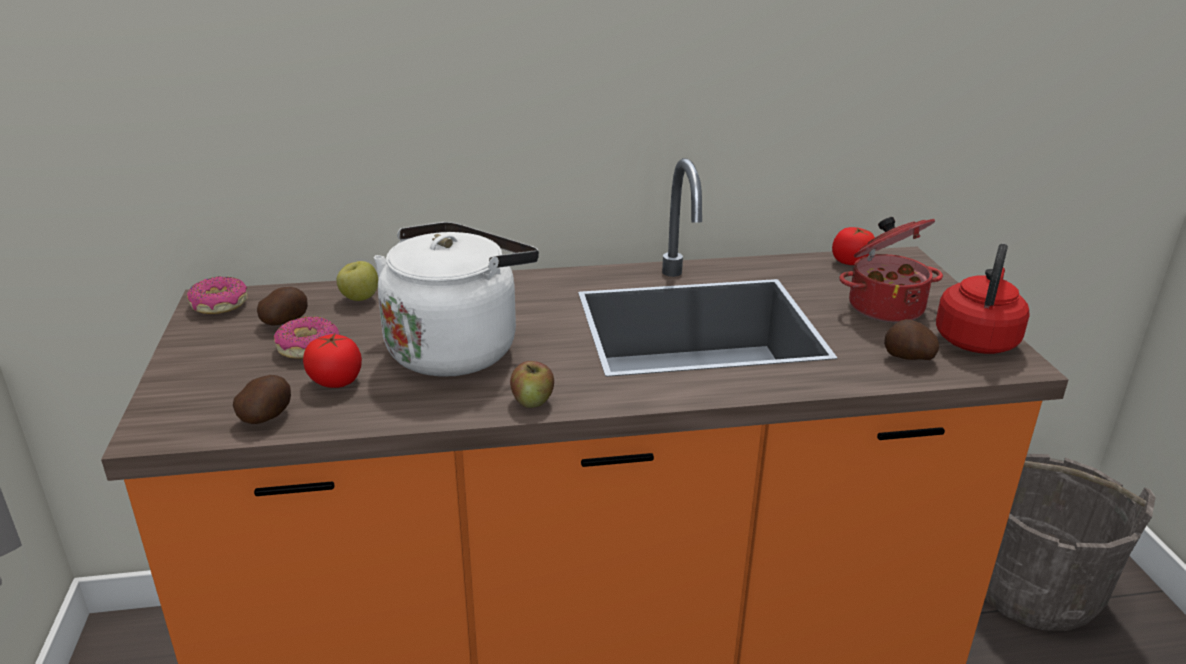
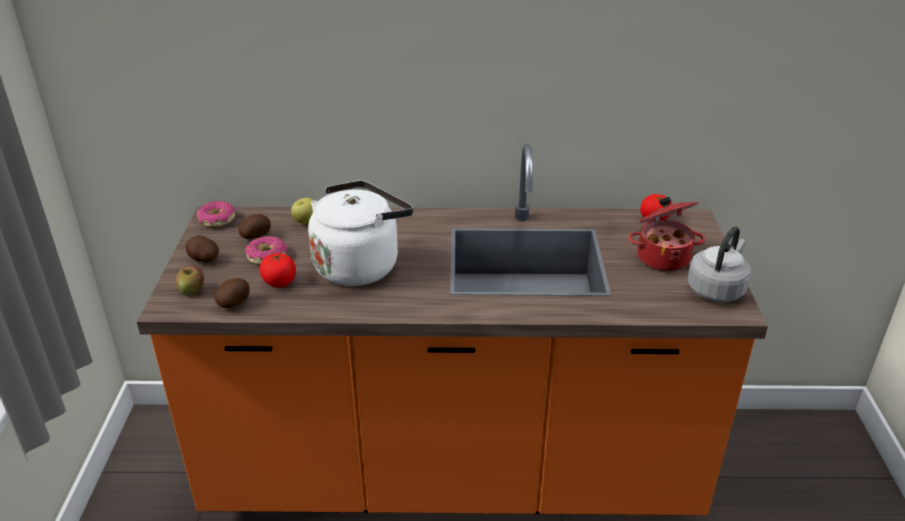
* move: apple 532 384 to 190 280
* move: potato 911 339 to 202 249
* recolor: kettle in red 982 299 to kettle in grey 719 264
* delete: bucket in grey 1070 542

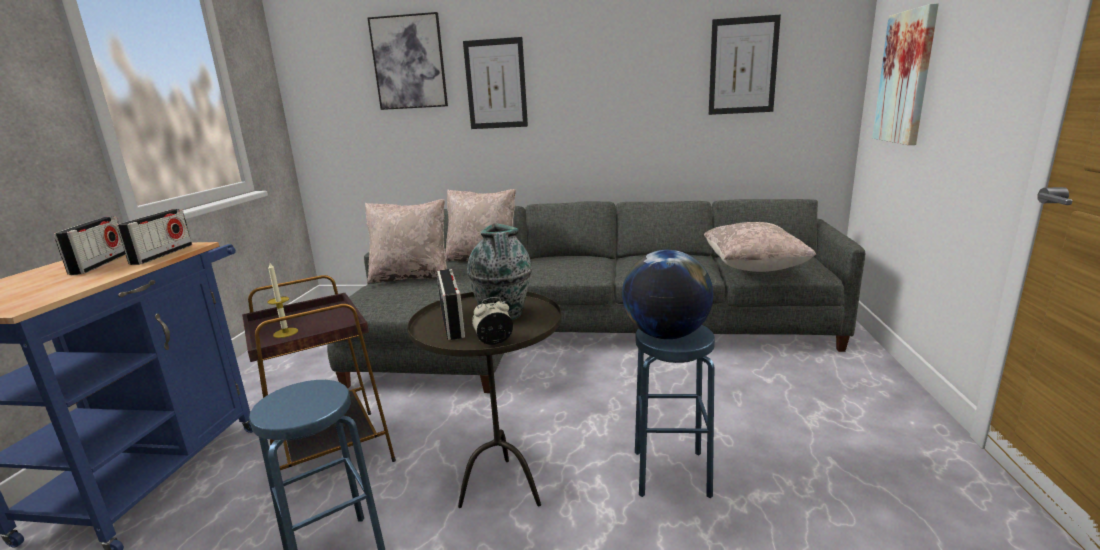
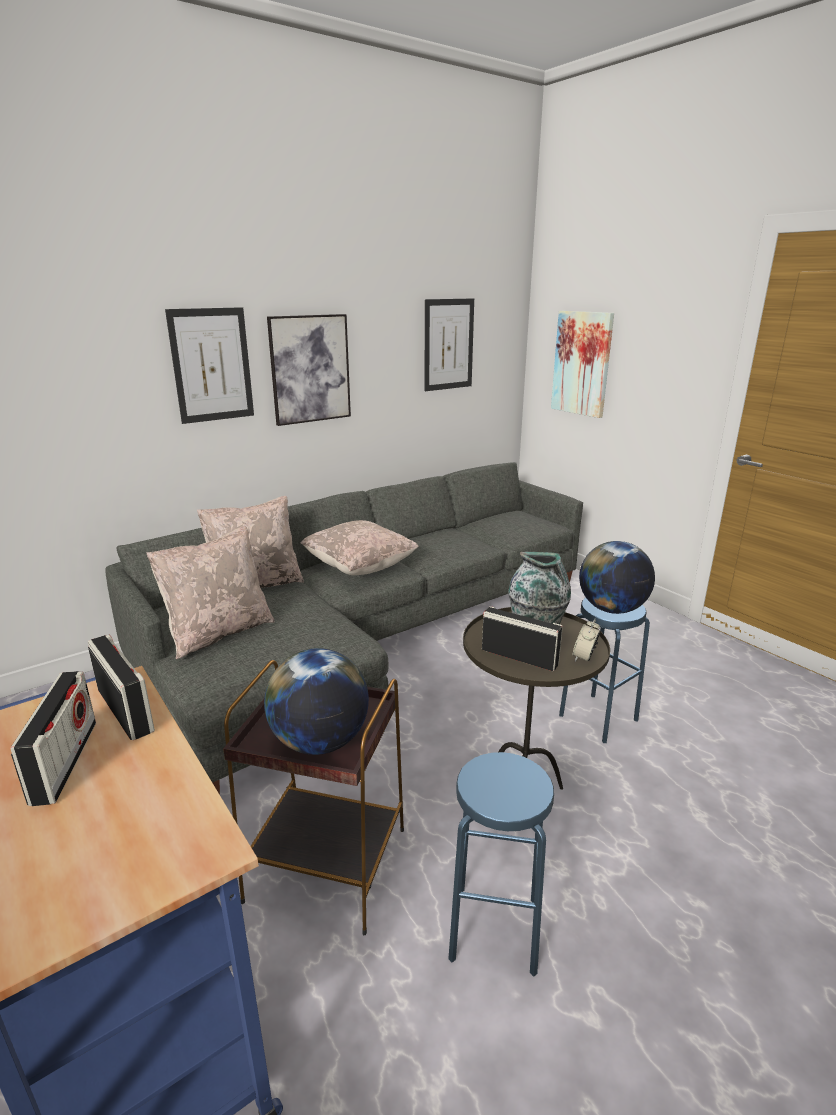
* rotate: radio 89 245 = 53 738 45 degrees clockwise
* replace: candle 282 300 to globe 316 701
* move: picture 407 61 to 309 370
* move: pillow in beige 760 247 to 359 547

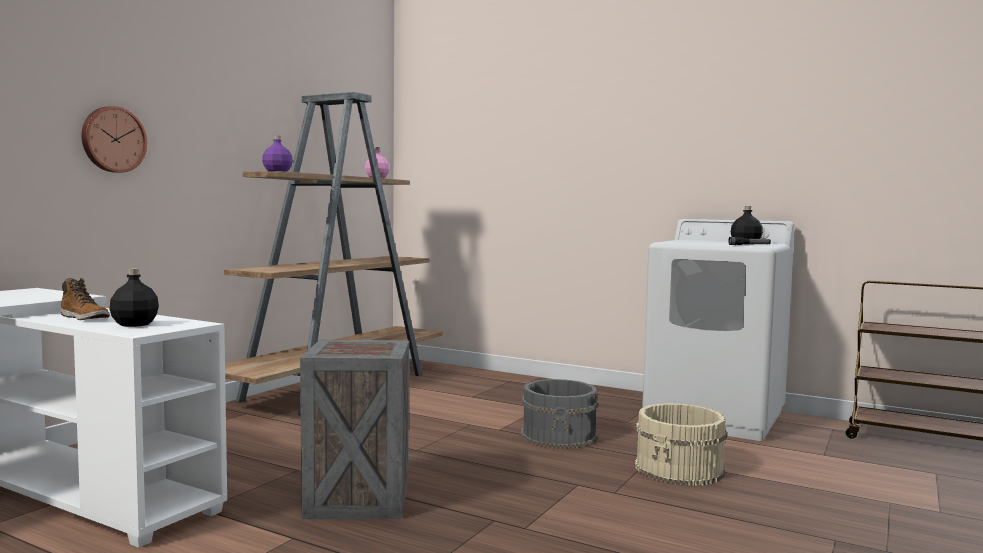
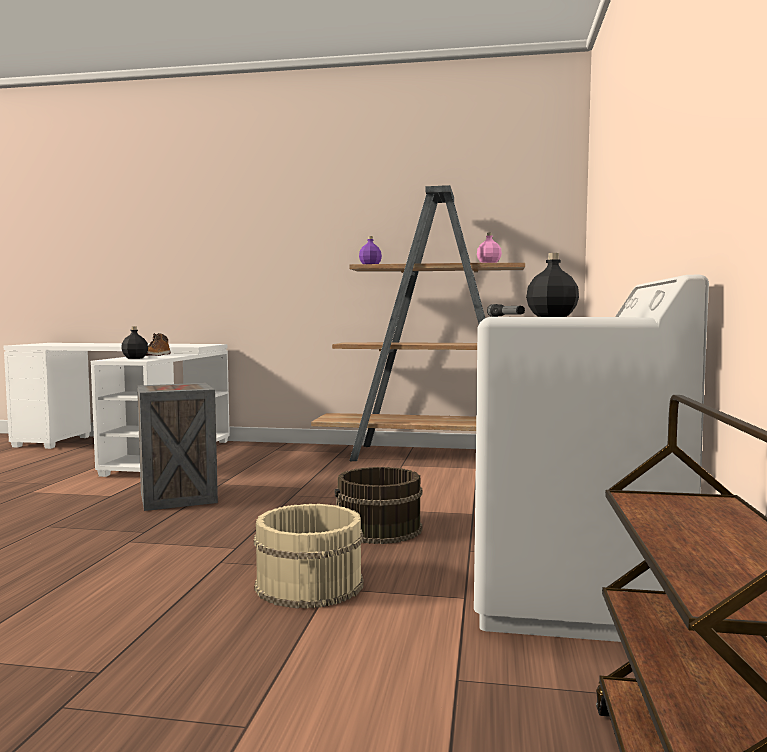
* recolor: bucket in grey 559 414 to bucket in brown 378 505
* delete: wall clock 114 139

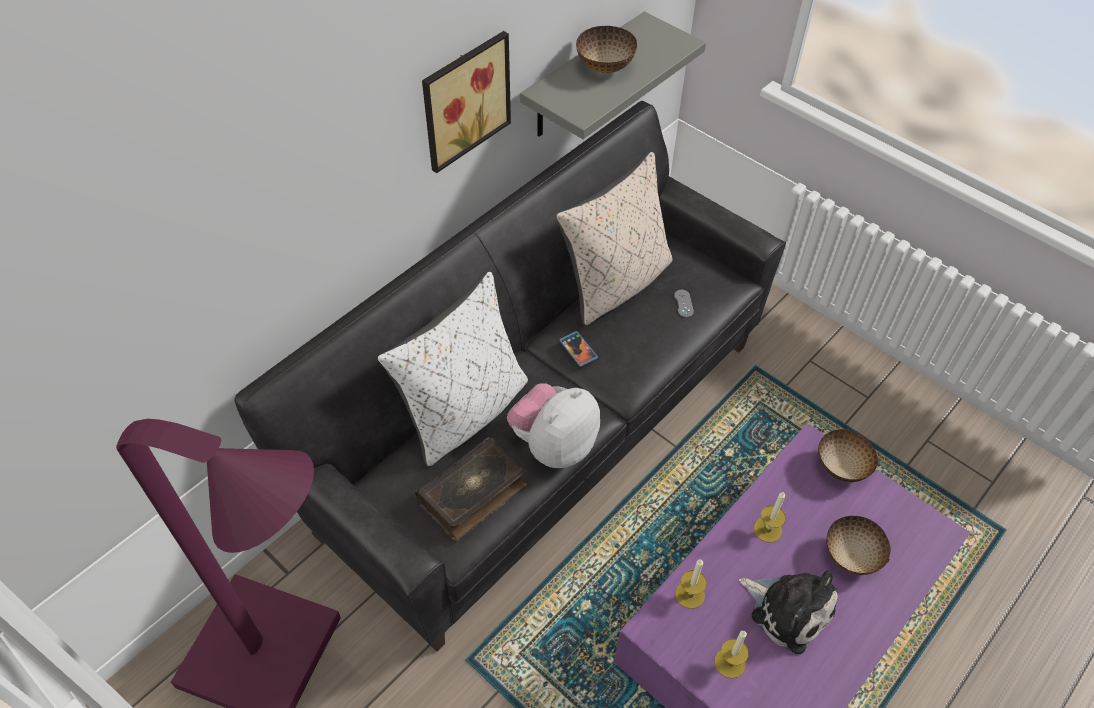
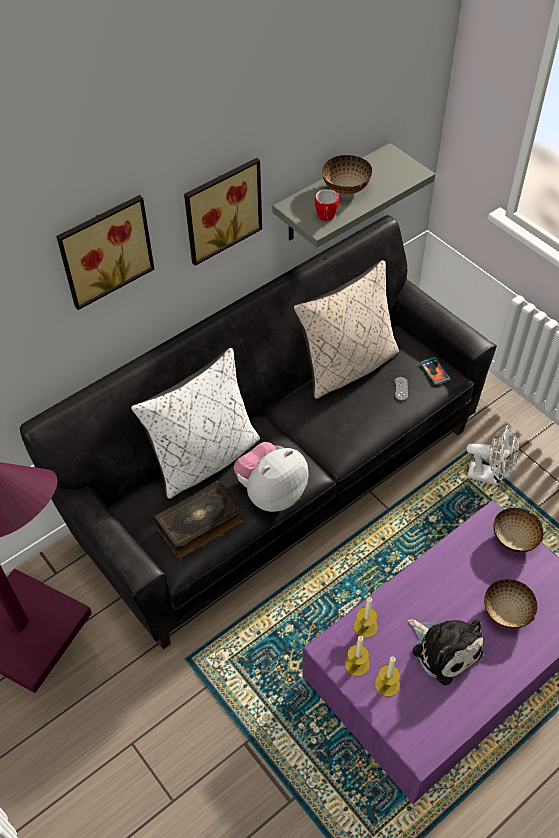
* insert: picture 105 252
* insert: mug 327 205
* move: candle 770 517 to 357 656
* move: phone 578 349 to 435 371
* insert: fan in white 492 455

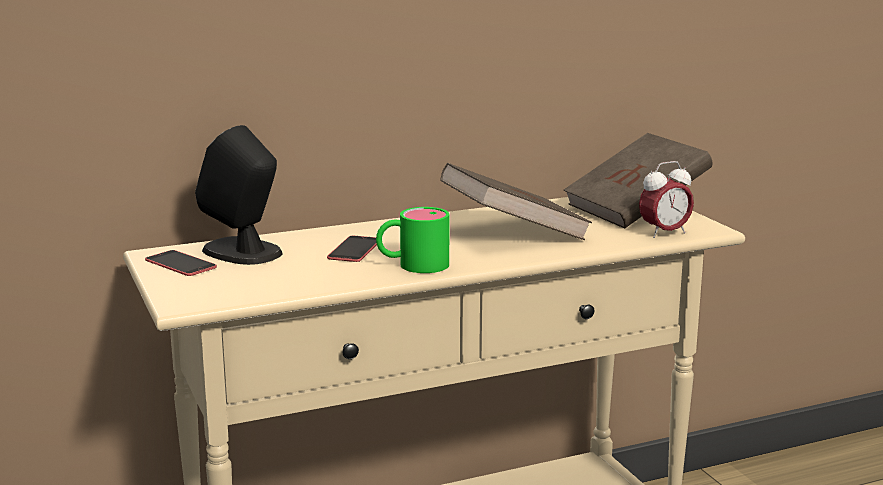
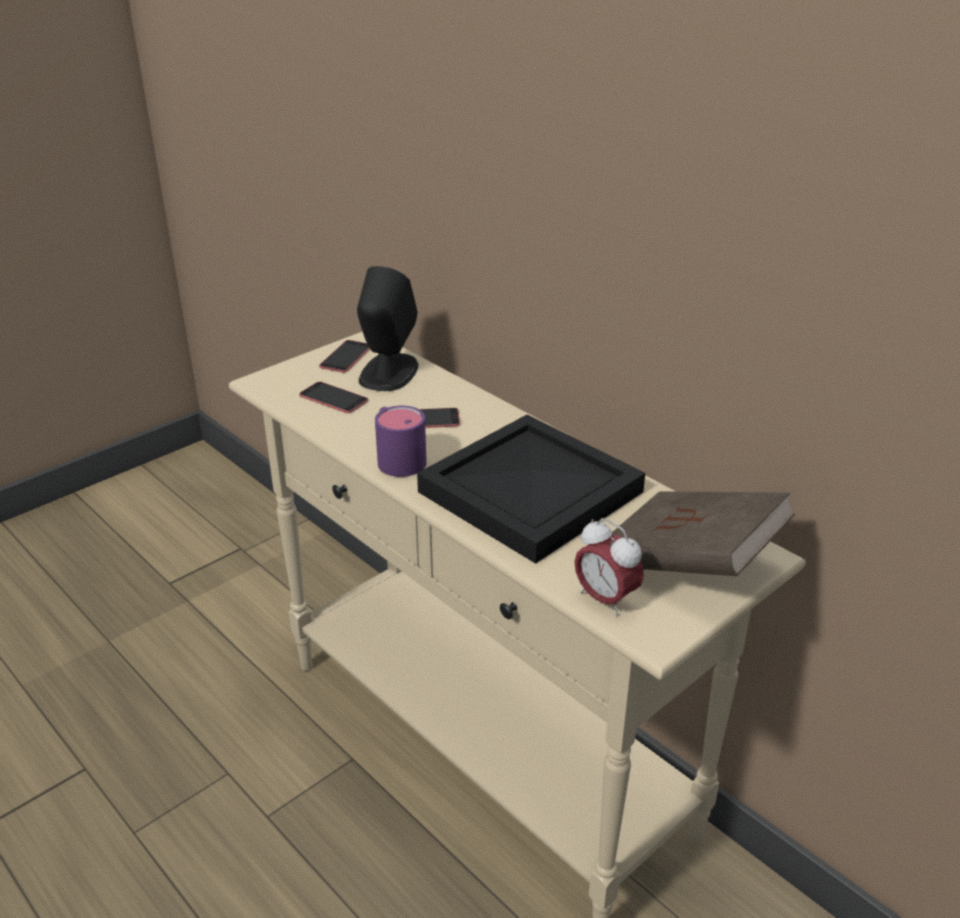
* insert: phone 333 397
* recolor: mug in green 412 240 to mug in purple 401 441
* replace: book in brown 516 201 to tray in black 531 489

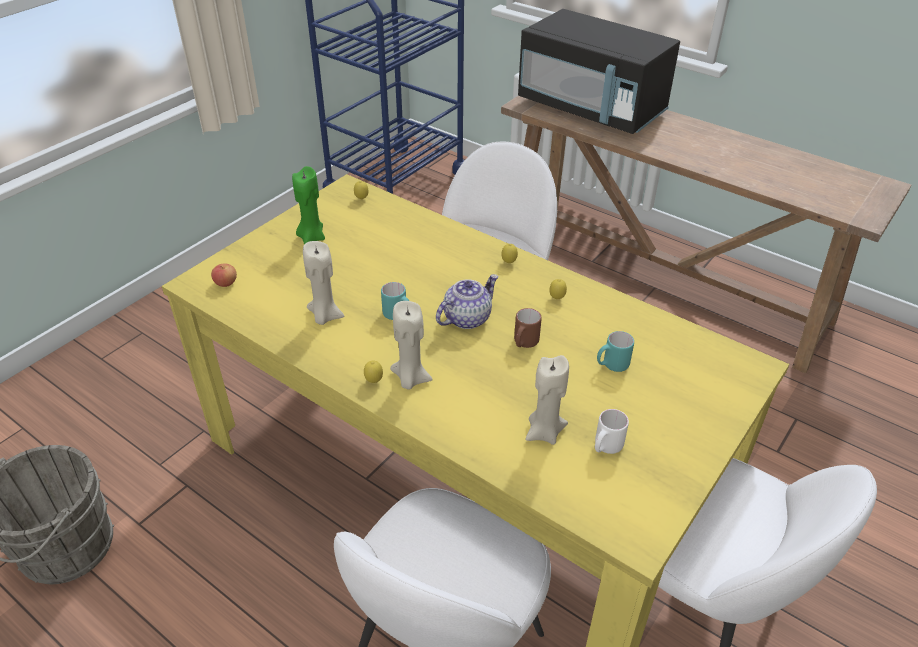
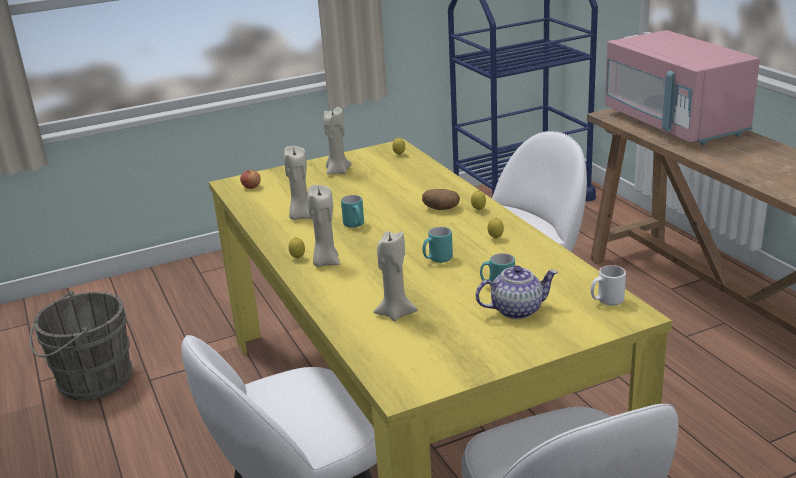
* recolor: candle in green 308 205 to candle in beige 337 141
* insert: potato 441 199
* recolor: mug in brown 528 328 to mug in turquoise 437 245
* move: teapot 467 301 to 517 292
* move: mug in white 612 431 to 608 285
* recolor: microwave in black 599 71 to microwave in pink 682 87

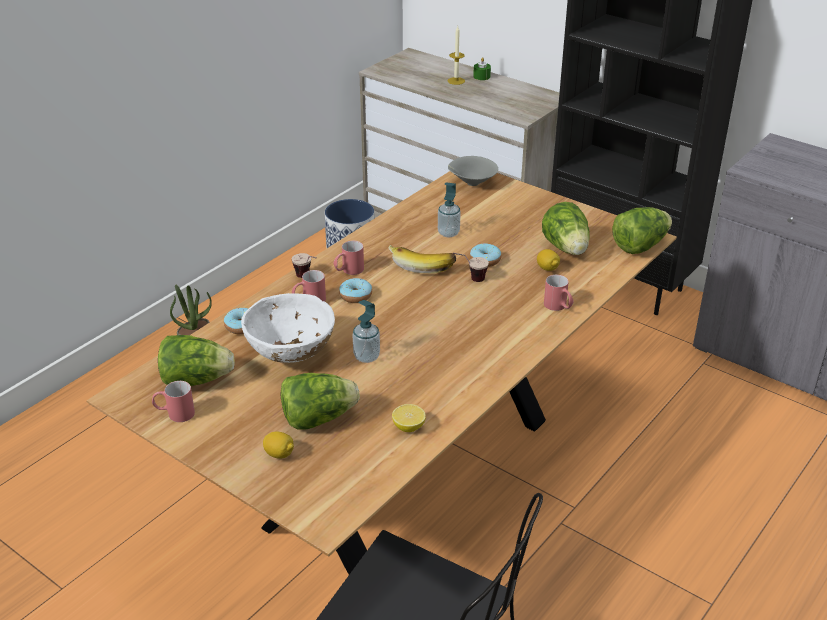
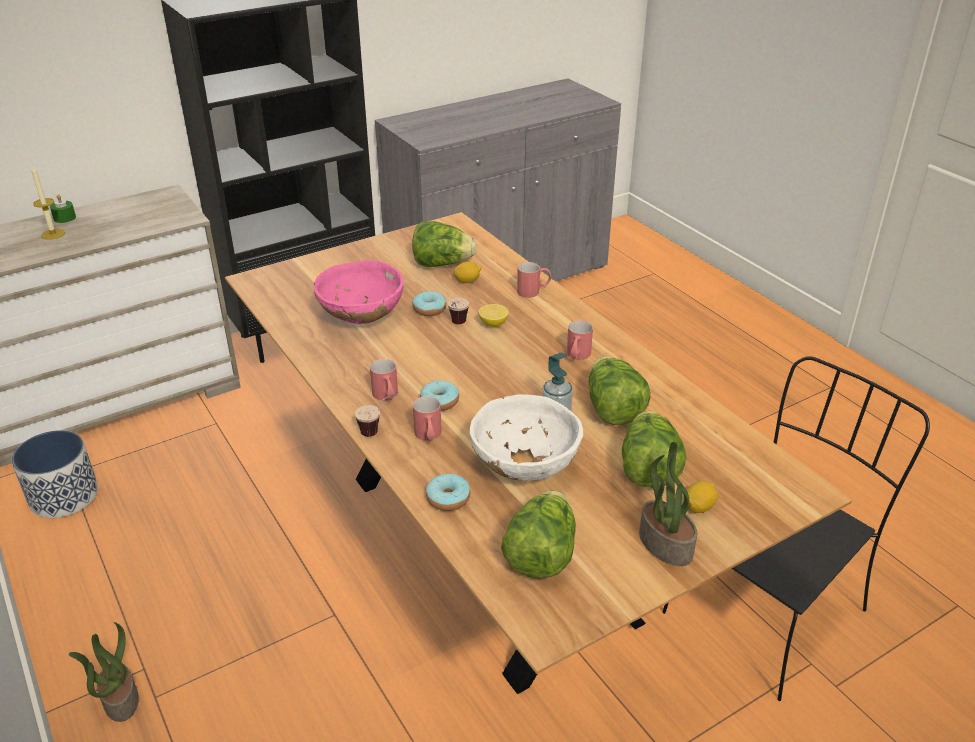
* replace: soap dispenser 449 209 to bowl in pink 359 292
* move: lemon 409 418 to 494 315
* move: mug in red 173 401 to 580 340
* move: lettuce 642 230 to 619 391
* insert: potted plant 668 504
* delete: banana 422 259
* delete: bowl in grey 473 171

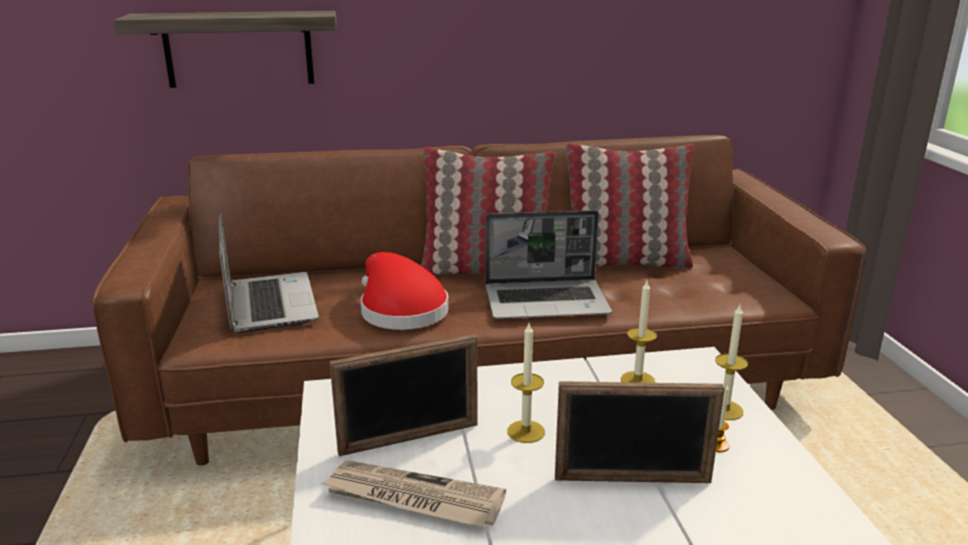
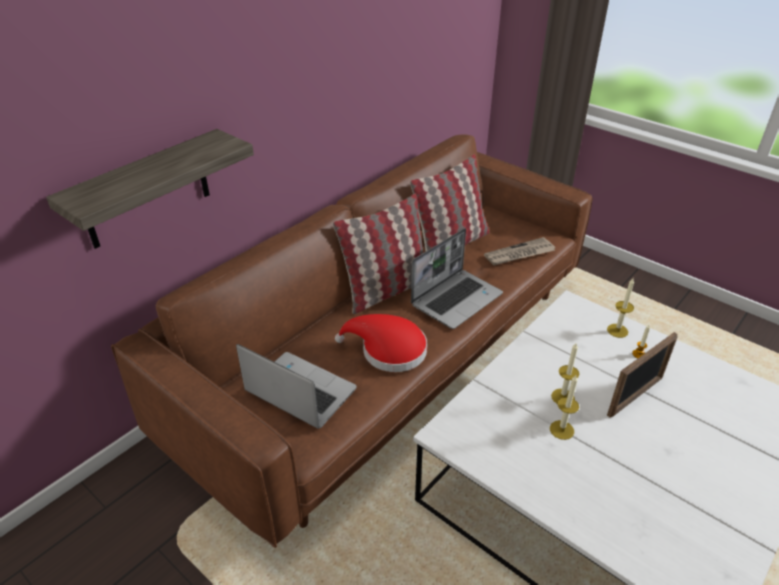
* move: newspaper 413 494 to 519 251
* move: candle 639 332 to 564 407
* delete: picture frame 404 395

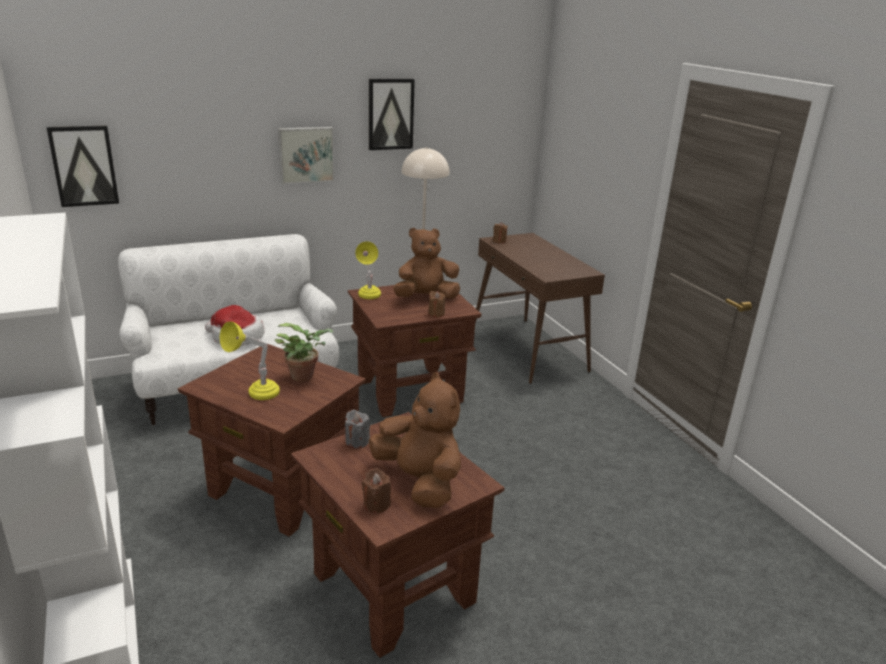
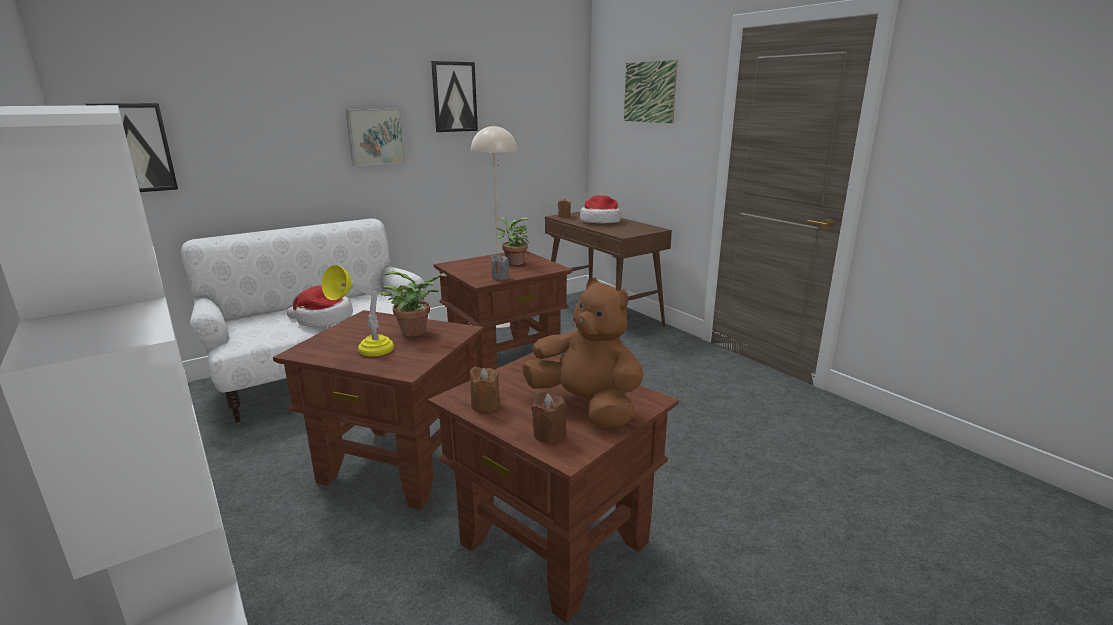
* move: candle in brown 437 304 to 484 390
* move: candle in grey 357 429 to 500 267
* replace: plush toy in brown 426 263 to potted plant 513 241
* insert: hat 600 209
* insert: picture 651 91
* delete: table lamp in yellow 368 270

